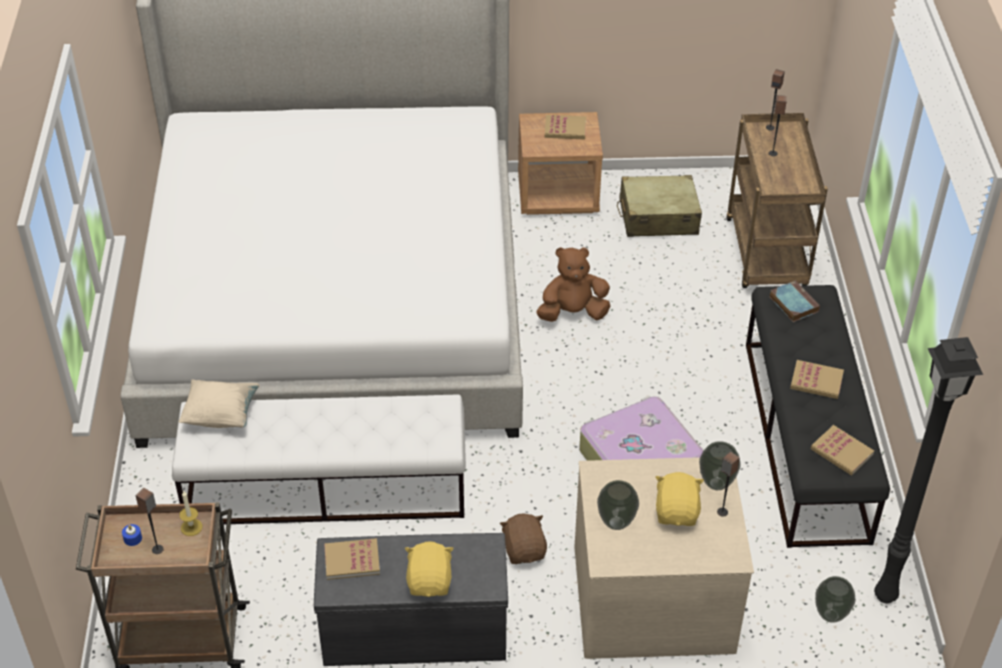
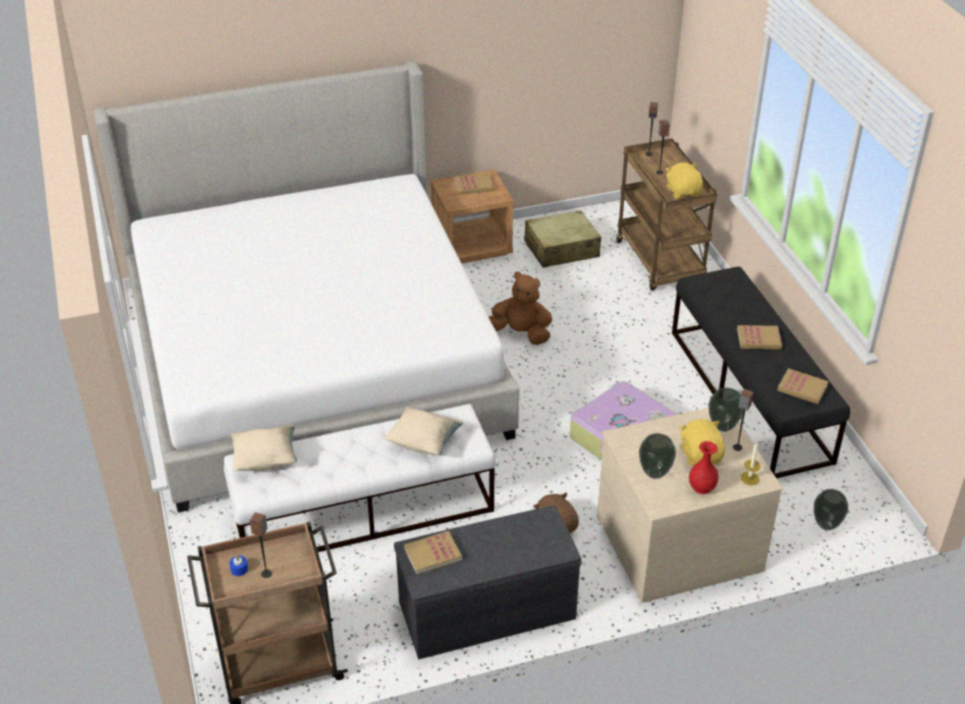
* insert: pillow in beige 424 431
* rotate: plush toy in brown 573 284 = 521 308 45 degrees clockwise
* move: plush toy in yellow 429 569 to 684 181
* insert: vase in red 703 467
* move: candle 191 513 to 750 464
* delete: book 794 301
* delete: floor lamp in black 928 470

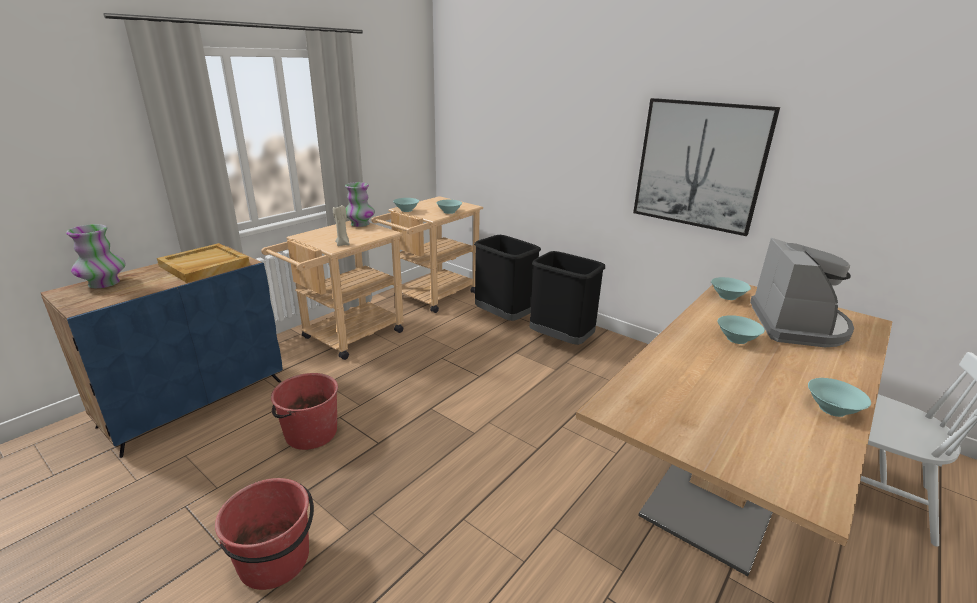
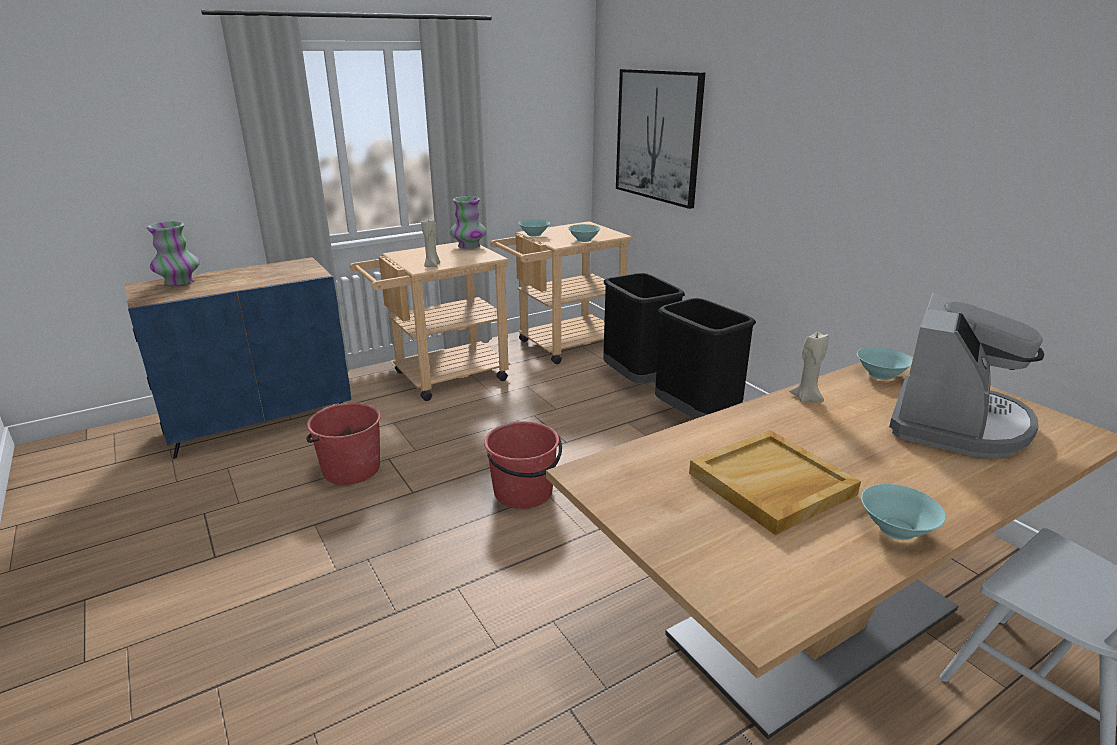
* move: bucket in red 264 534 to 523 465
* move: picture 706 167 to 660 139
* move: tray in beige 203 263 to 775 482
* insert: candle in beige 809 367
* delete: bowl in turquoise 741 329

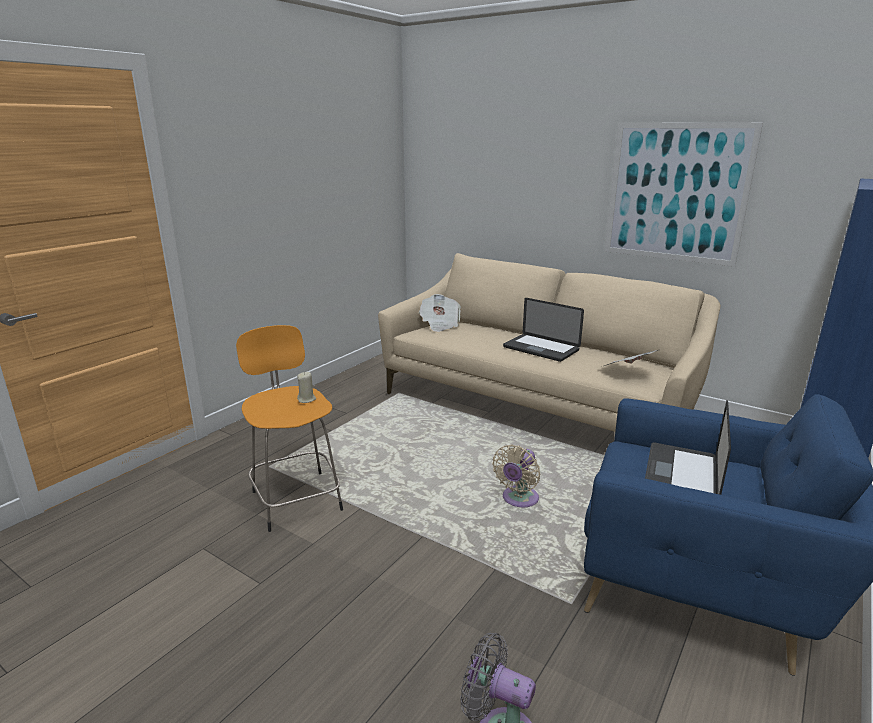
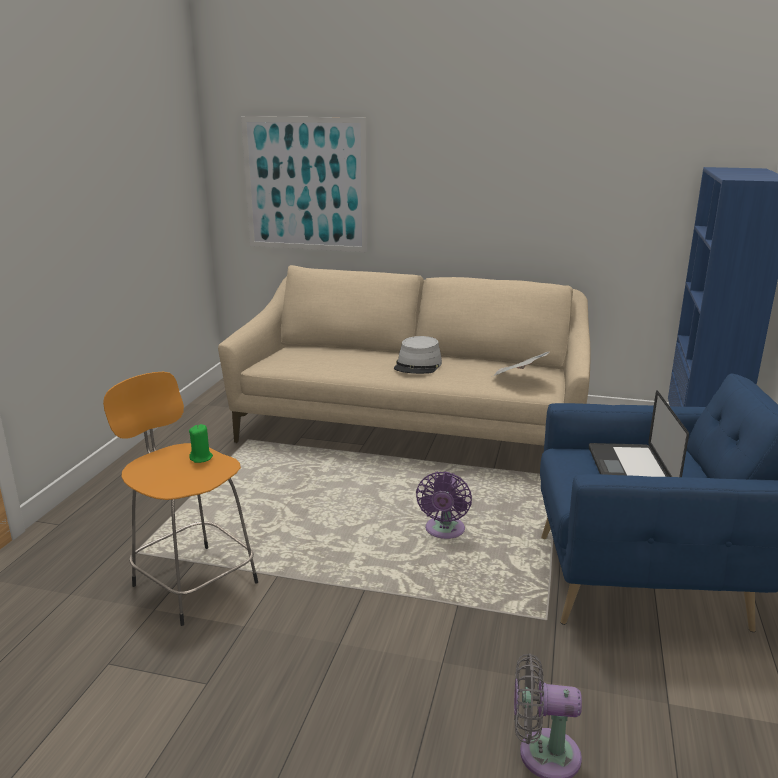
* recolor: candle in beige 306 387 to candle in green 201 443
* move: picture 684 194 to 304 184
* replace: laptop 543 330 to hat in grey 418 355
* recolor: fan in beige 516 476 to fan in purple 444 505
* delete: newspaper 440 313

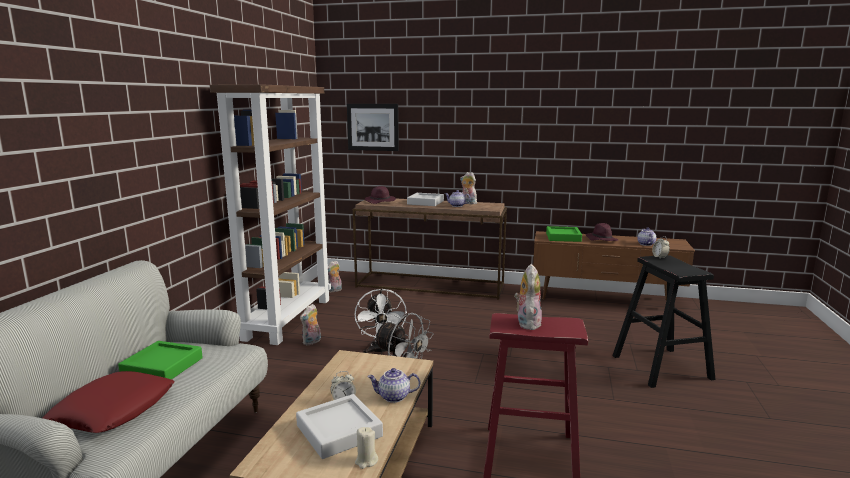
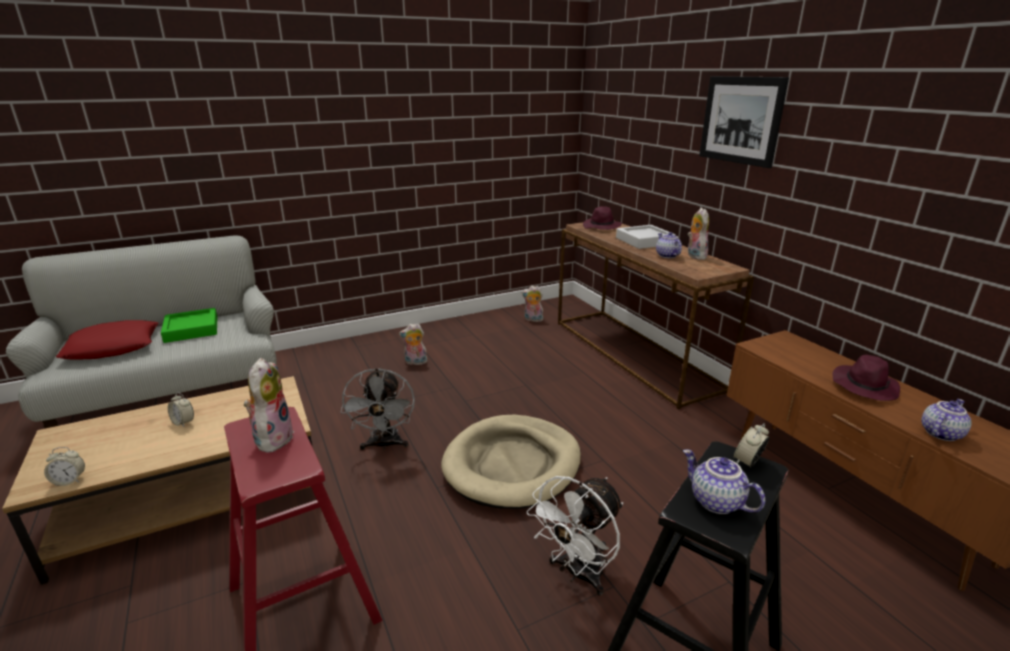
* replace: candle in beige 366 448 to alarm clock 64 466
* rotate: plush toy 528 297 = 269 405 60 degrees counterclockwise
* insert: dog bed in beige 511 462
* move: fan in white 381 321 to 575 536
* move: teapot 393 385 to 724 481
* move: picture 373 127 to 744 122
* delete: bookcase in brown 270 214
* delete: tray in grey 339 426
* delete: tray in green 564 234

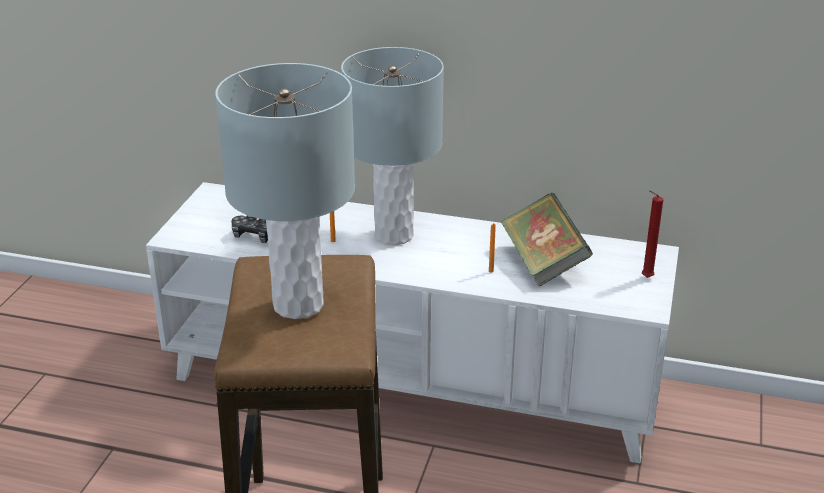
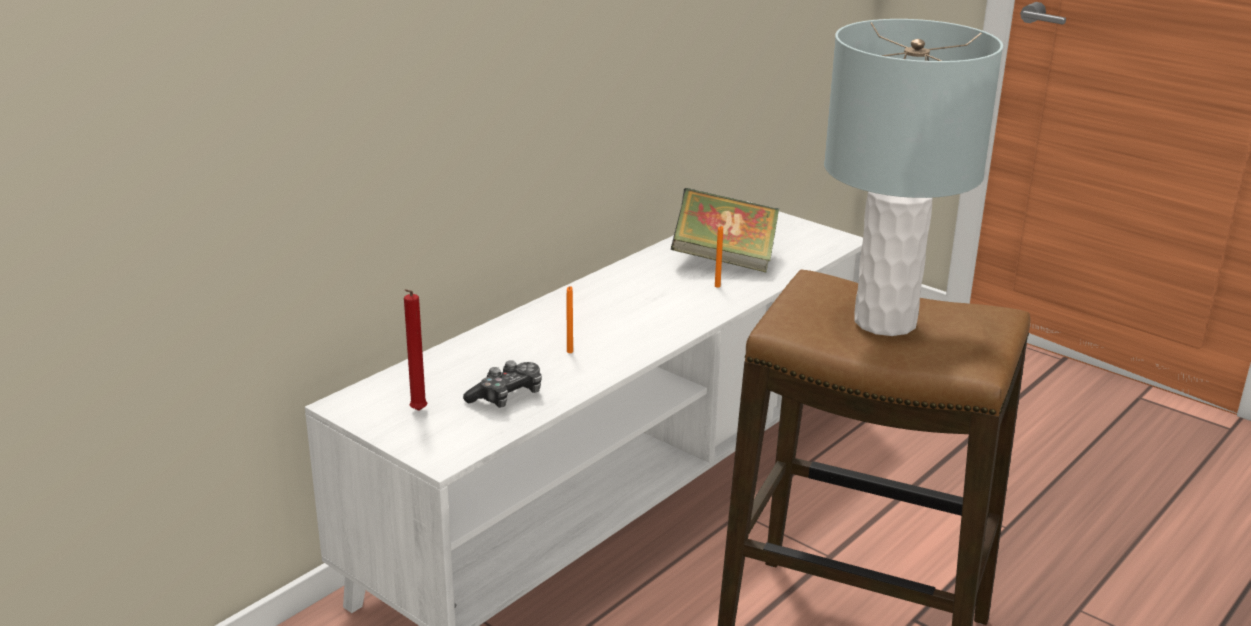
* move: candle in red 652 234 to 415 350
* delete: table lamp in grey 392 146

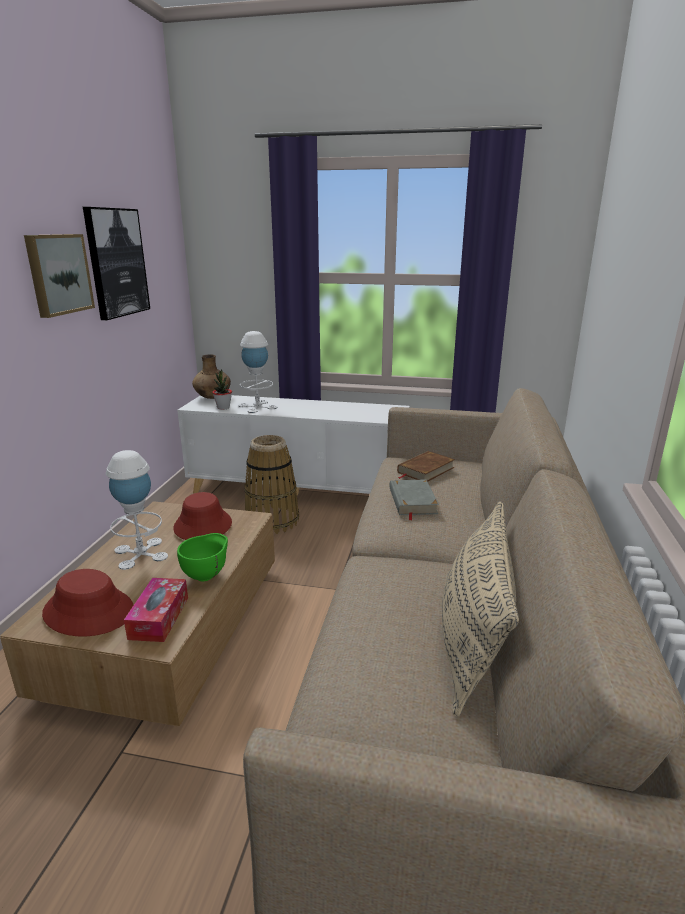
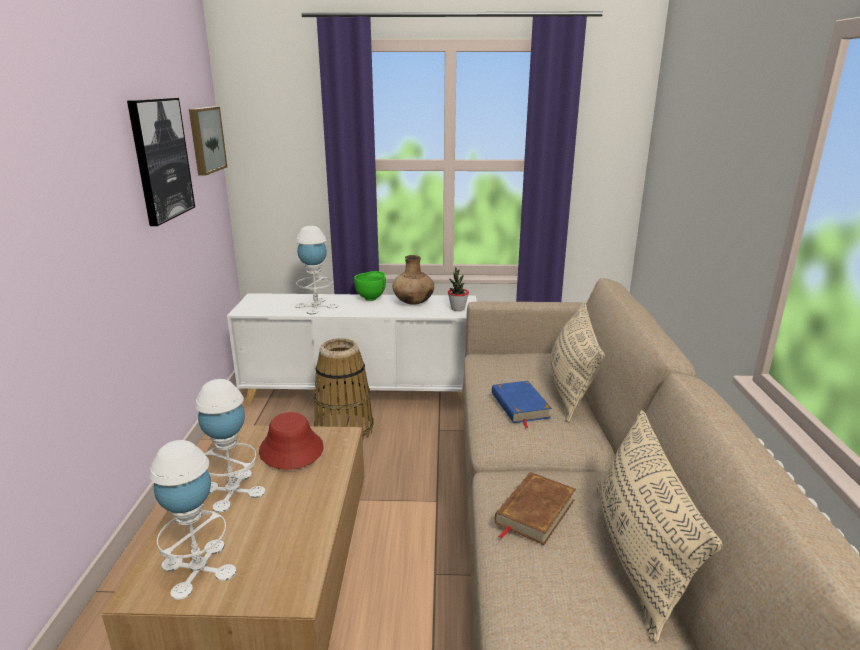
* replace: hat in red 87 603 to table lamp in white 192 520
* move: picture 59 276 to 208 141
* move: bowl in green 202 557 to 370 286
* move: vase in brown 211 376 to 413 280
* move: potted plant 222 389 to 458 289
* recolor: book in grey 414 499 to book in blue 522 404
* move: book in brown 426 466 to 535 508
* insert: pillow in beige 578 361
* delete: tissue box 156 610

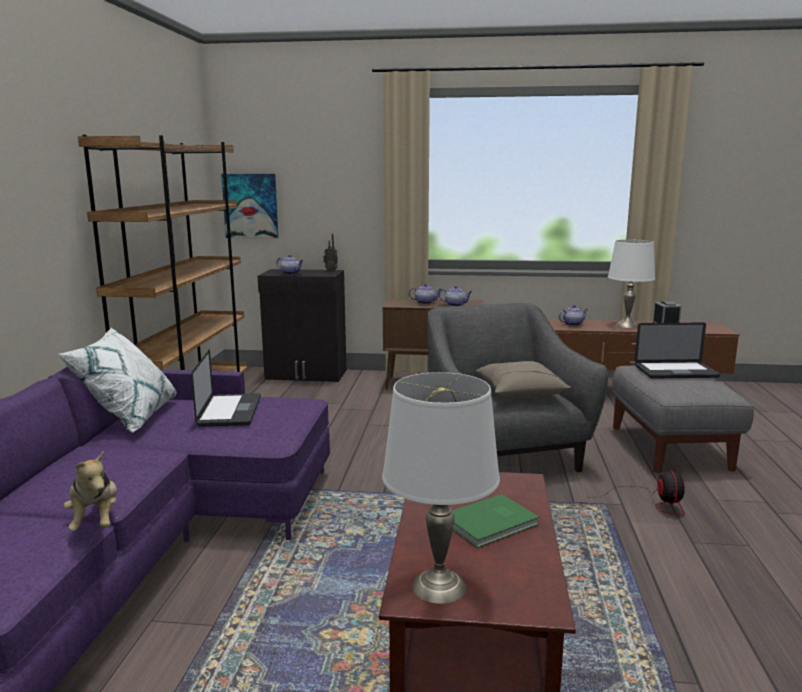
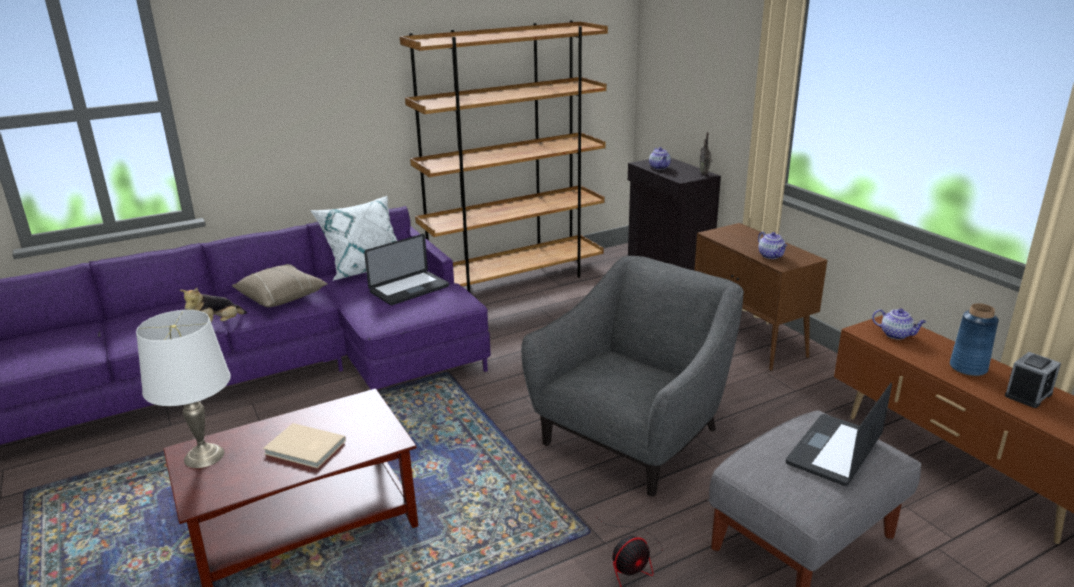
* move: pillow in beige 523 380 to 280 286
* recolor: book in green 496 521 to book in beige 304 445
* rotate: laptop 677 351 = 839 434 75 degrees clockwise
* replace: table lamp in white 631 284 to vase in blue 974 339
* delete: picture 249 206
* delete: teapot 425 294

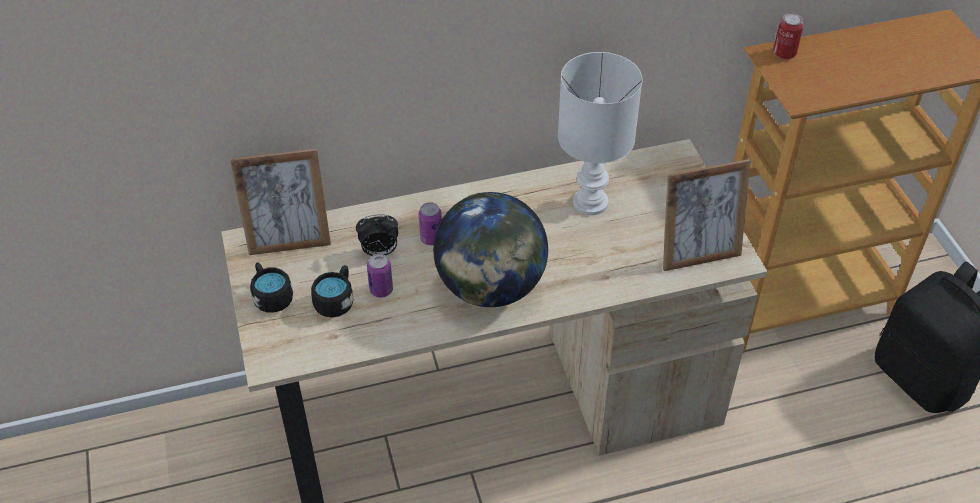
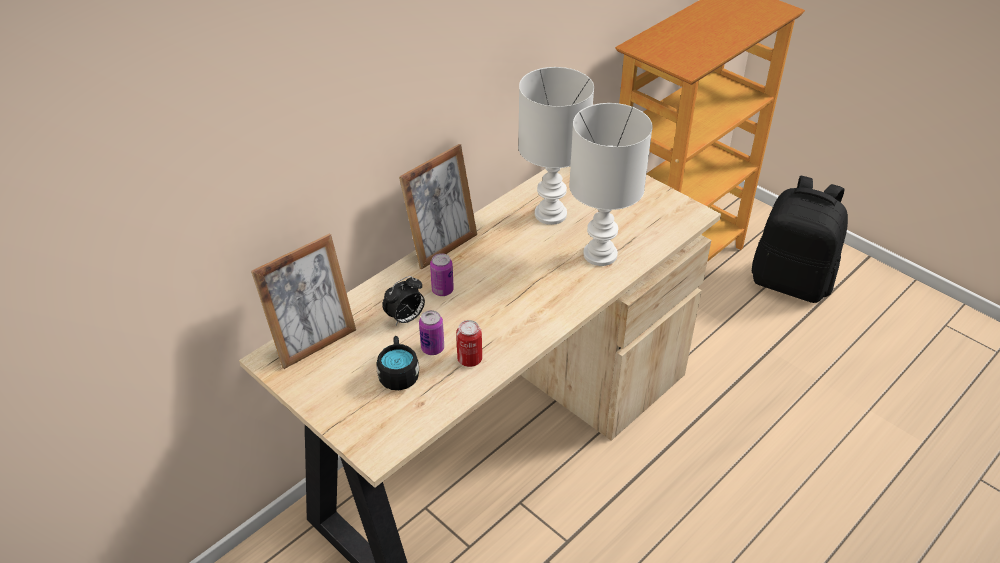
* move: picture frame 706 215 to 438 206
* move: can 788 36 to 469 343
* insert: table lamp in white 611 184
* delete: mug in black 271 287
* delete: globe 490 249

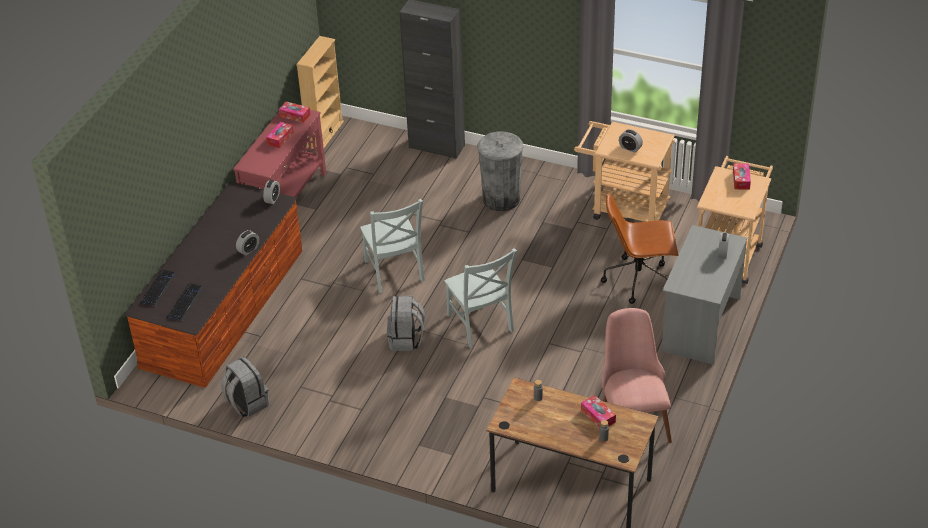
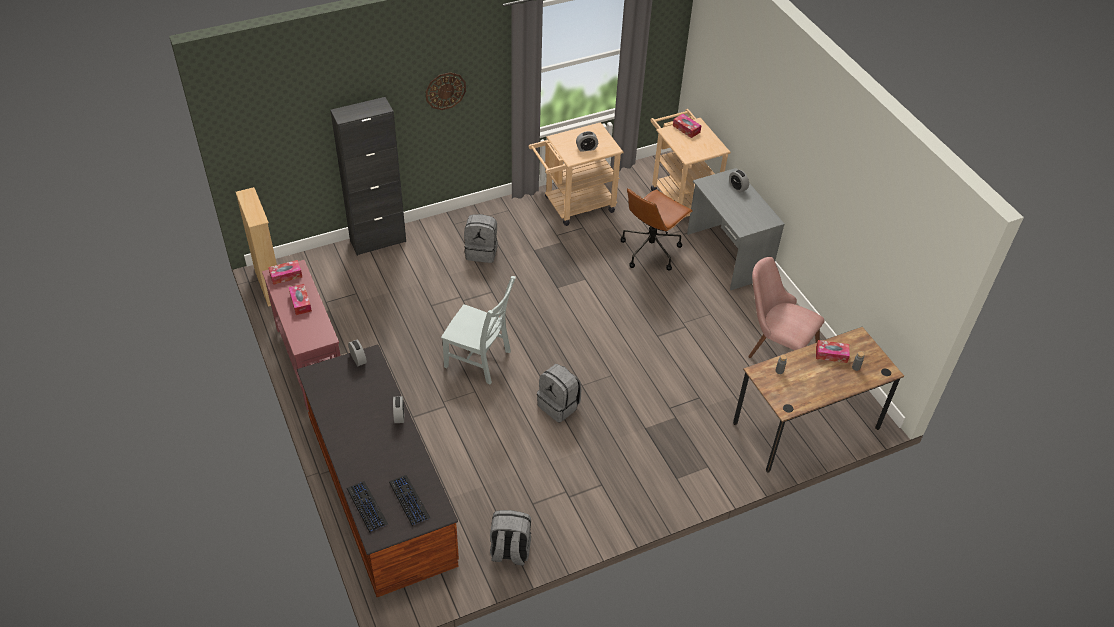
* insert: wall clock 446 91
* replace: trash can in grey 500 171 to backpack in grey 481 238
* delete: chair in grey 480 297

